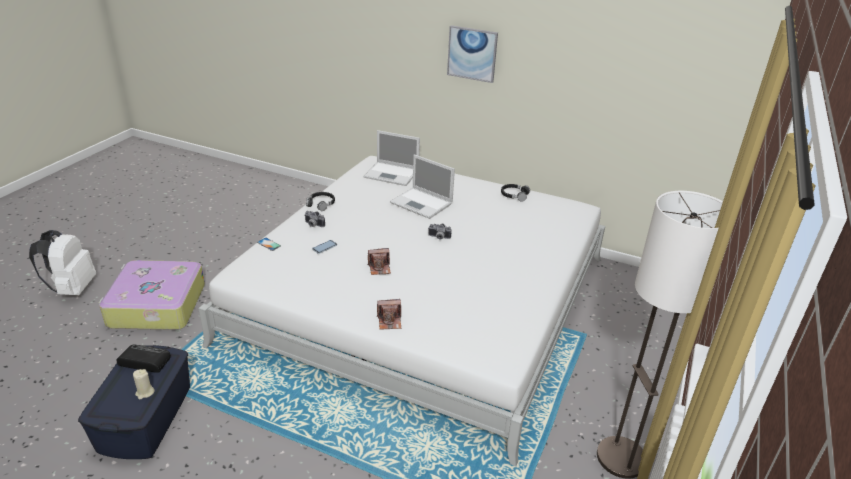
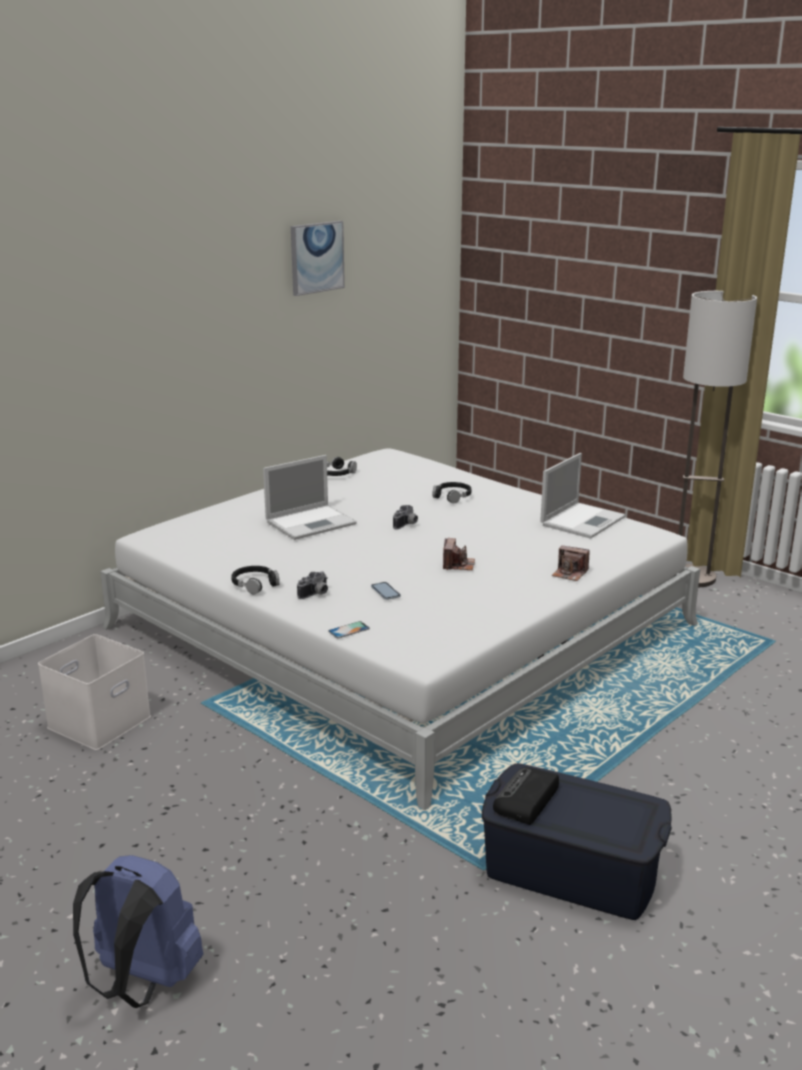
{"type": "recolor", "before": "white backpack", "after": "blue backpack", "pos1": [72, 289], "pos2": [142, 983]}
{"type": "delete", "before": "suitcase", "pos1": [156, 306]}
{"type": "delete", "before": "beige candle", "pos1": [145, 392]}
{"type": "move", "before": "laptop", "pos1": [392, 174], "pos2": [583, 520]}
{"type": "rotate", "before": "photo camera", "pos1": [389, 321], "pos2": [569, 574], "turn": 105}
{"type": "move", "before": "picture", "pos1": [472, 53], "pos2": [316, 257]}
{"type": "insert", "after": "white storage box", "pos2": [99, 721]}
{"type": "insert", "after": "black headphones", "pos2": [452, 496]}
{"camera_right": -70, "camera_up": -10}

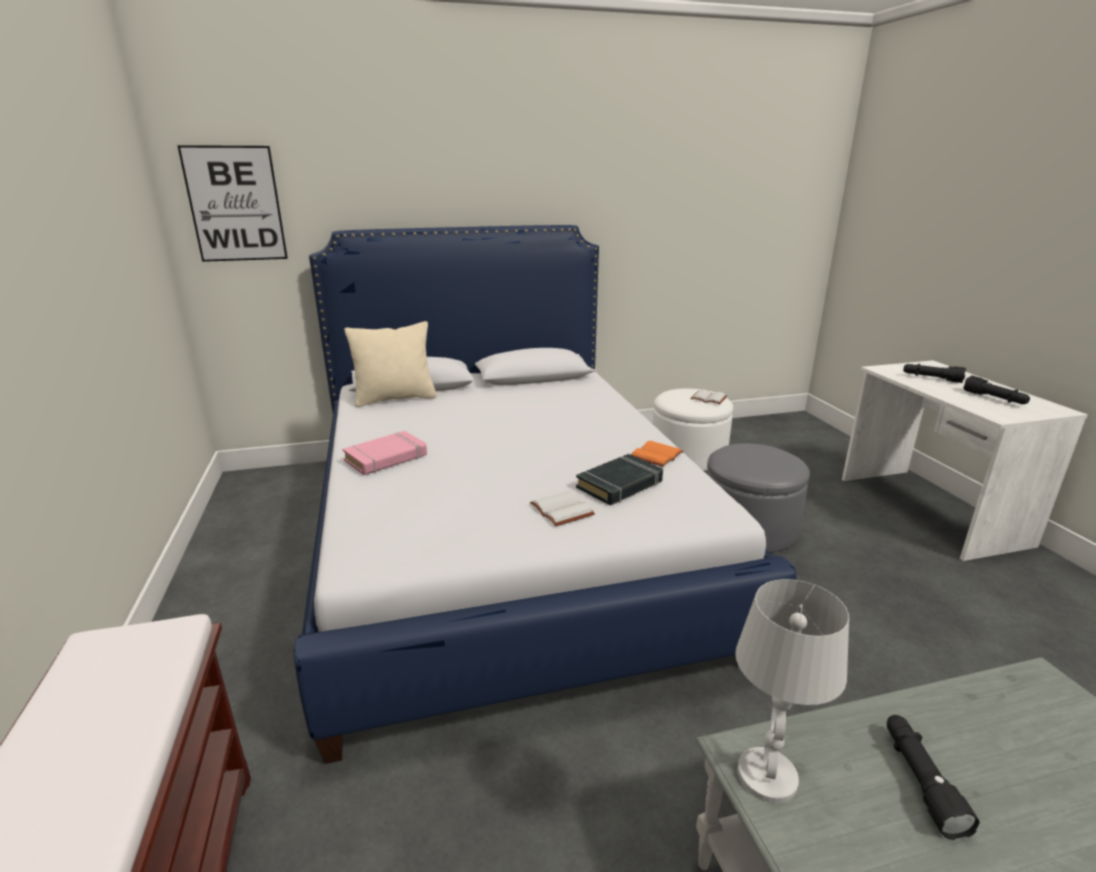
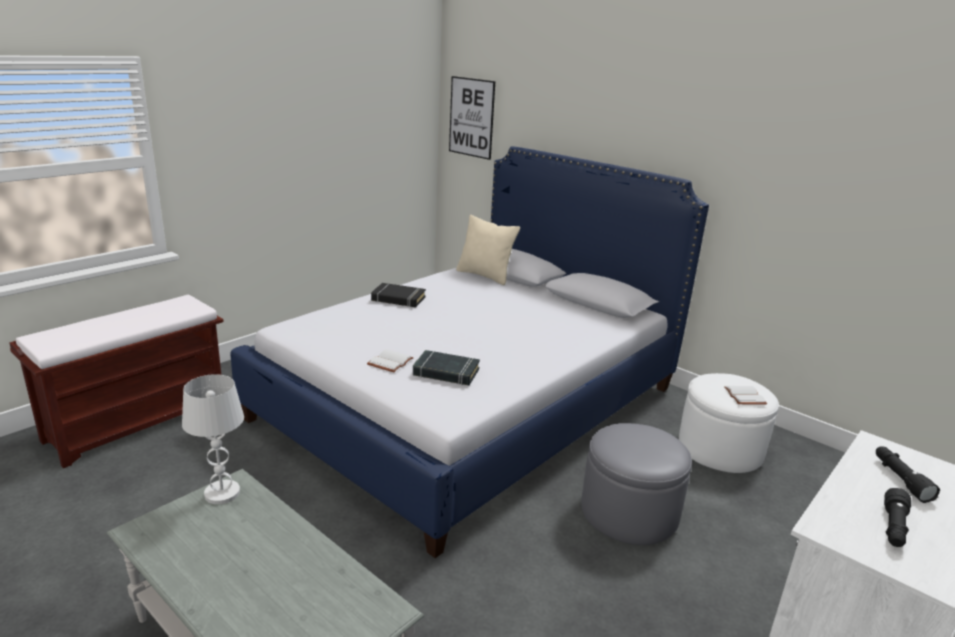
{"type": "recolor", "before": "pink book", "after": "black book", "pos1": [386, 458], "pos2": [398, 299]}
{"type": "delete", "before": "orange book", "pos1": [655, 455]}
{"type": "delete", "before": "black flashlight", "pos1": [920, 781]}
{"camera_right": 55, "camera_up": 0}

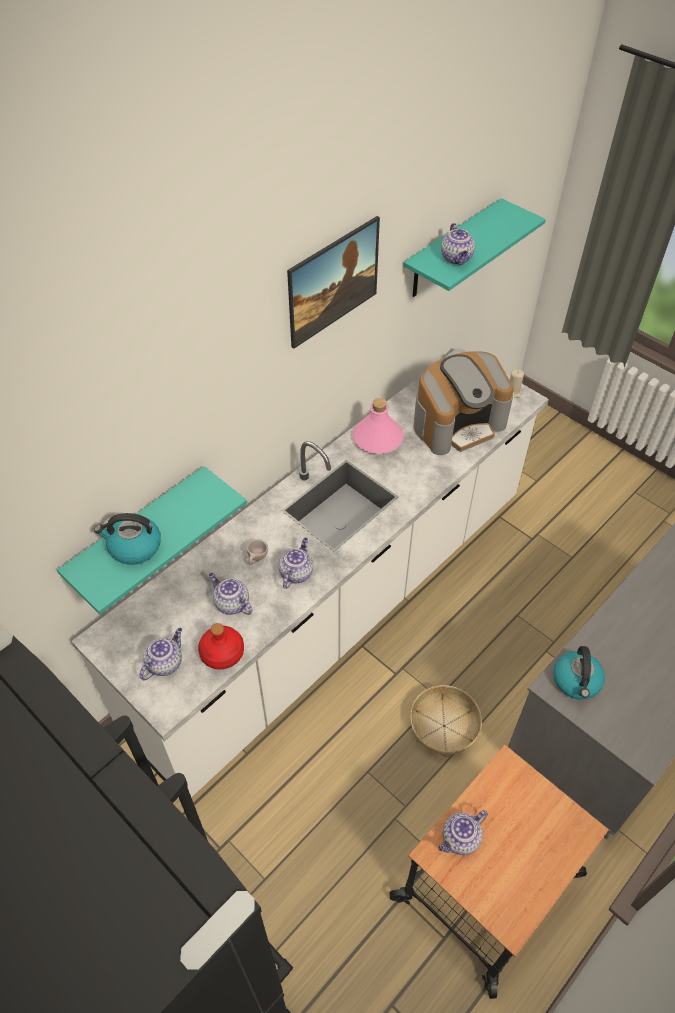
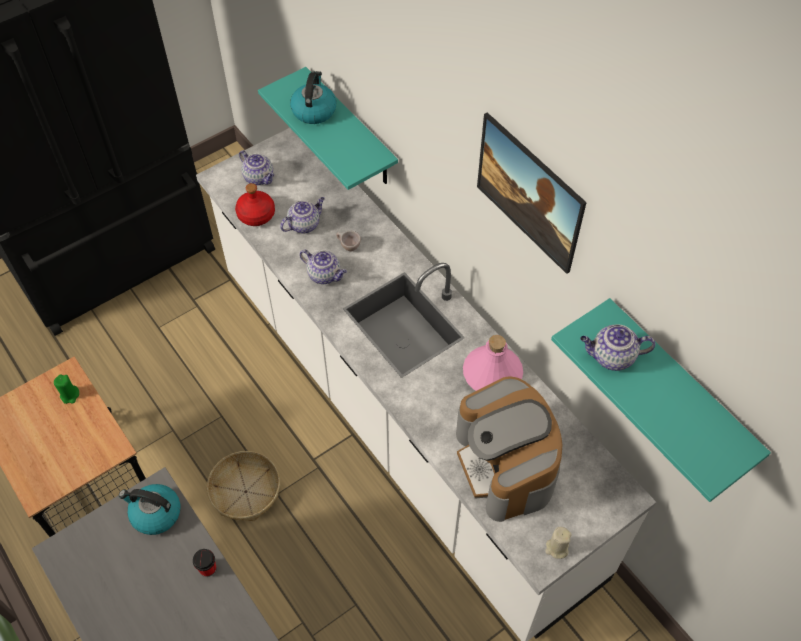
{"type": "replace", "before": "teapot", "after": "green candle", "pos1": [460, 839], "pos2": [70, 395]}
{"type": "insert", "after": "cup", "pos2": [208, 569]}
{"camera_right": 100, "camera_up": 5}

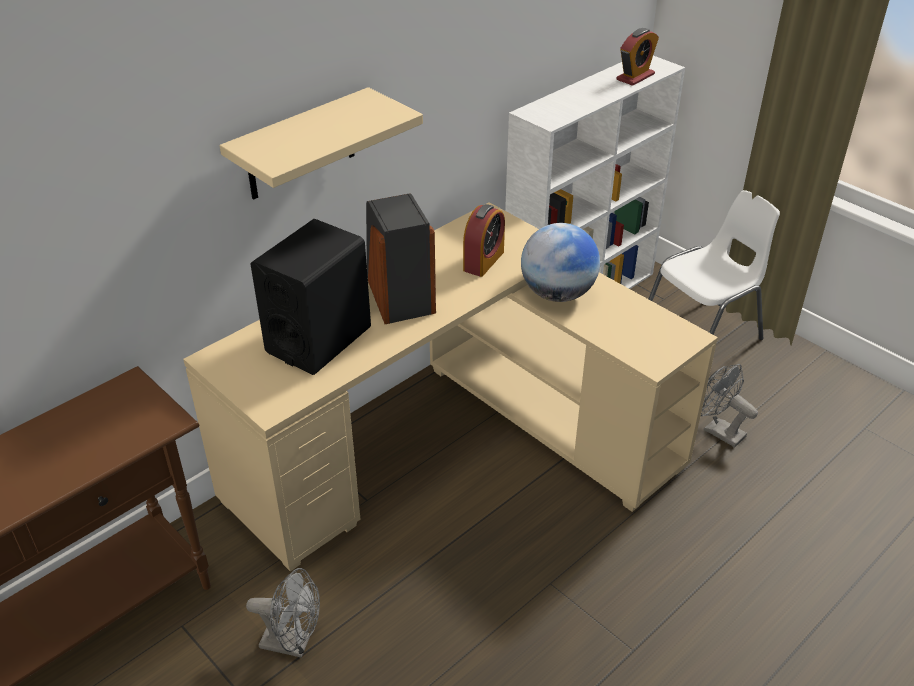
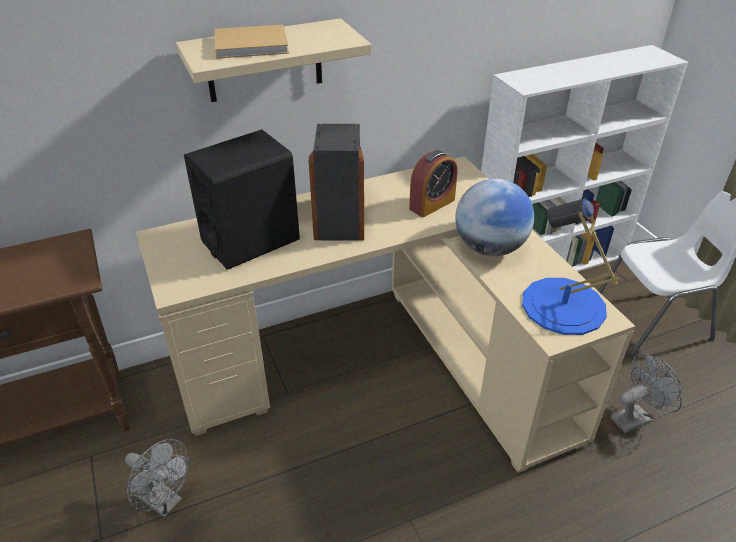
{"type": "delete", "before": "alarm clock", "pos1": [635, 77]}
{"type": "rotate", "before": "grey fan", "pos1": [718, 431], "pos2": [635, 417], "turn": 90}
{"type": "insert", "after": "beige book", "pos2": [254, 45]}
{"type": "insert", "after": "blue table lamp", "pos2": [563, 306]}
{"camera_right": 20, "camera_up": 0}

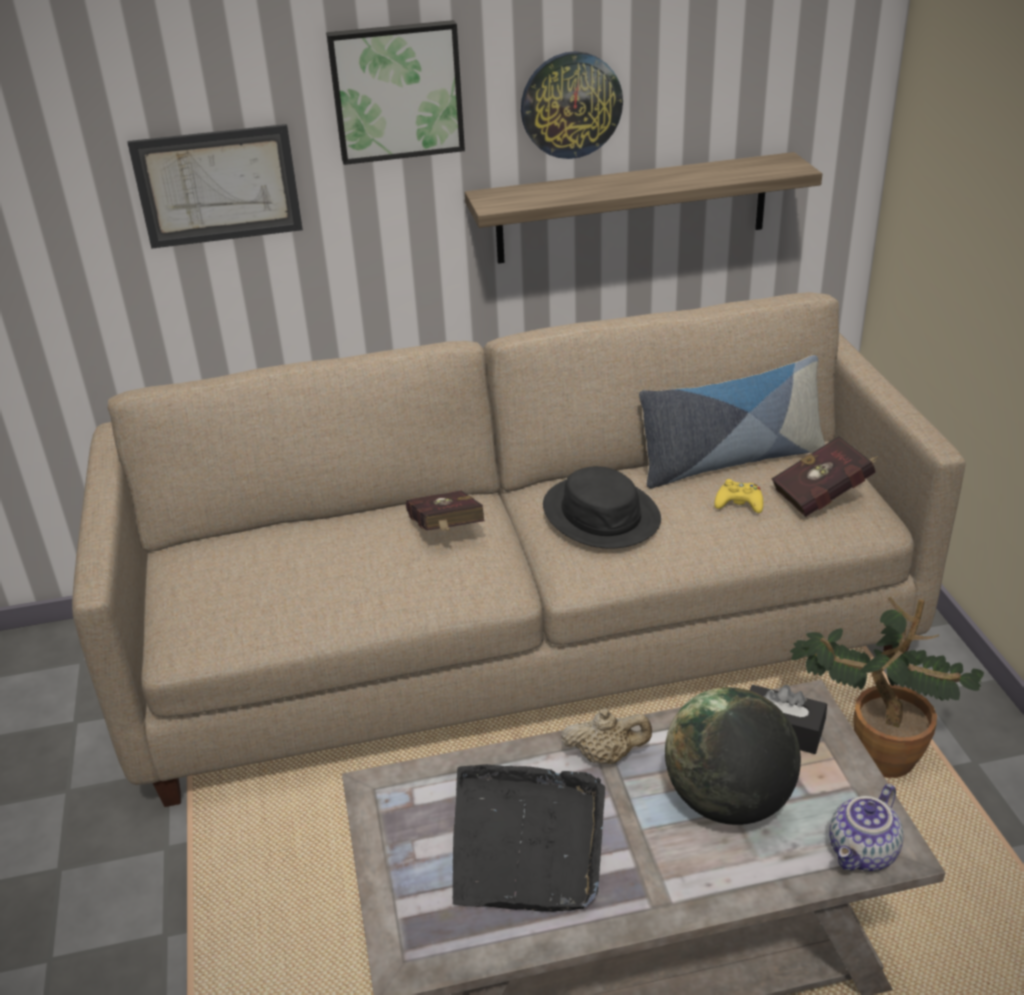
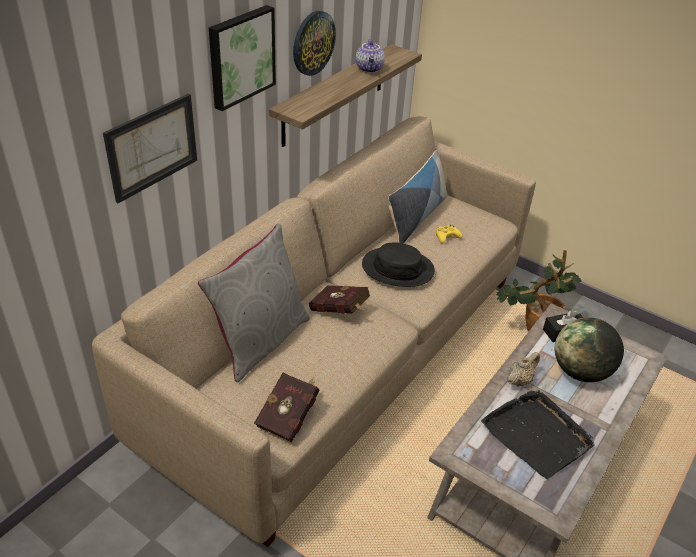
{"type": "move", "before": "red book", "pos1": [824, 495], "pos2": [289, 416]}
{"type": "move", "before": "teapot", "pos1": [863, 853], "pos2": [370, 69]}
{"type": "insert", "after": "grey pillow", "pos2": [260, 341]}
{"camera_right": -45, "camera_up": 5}

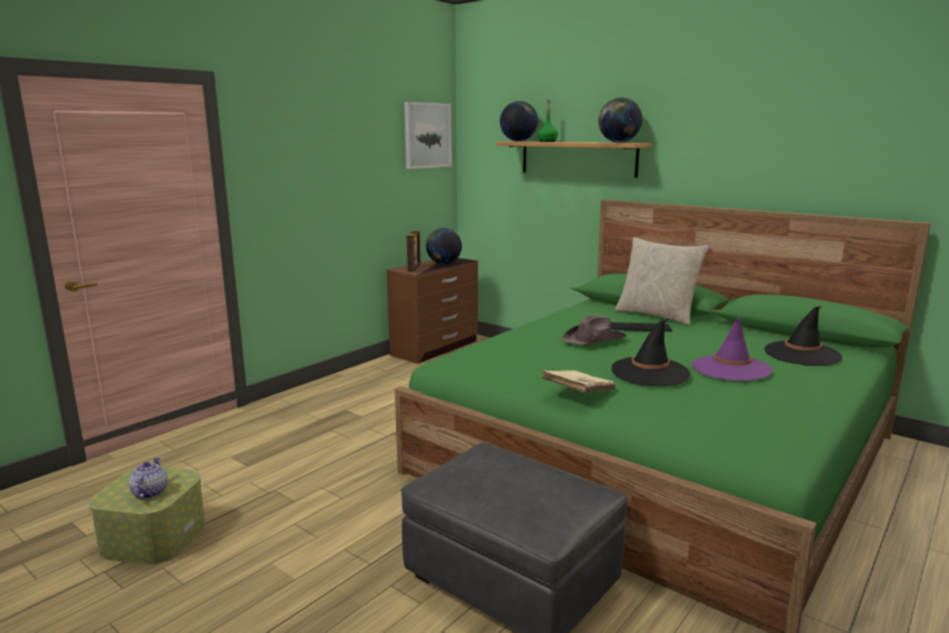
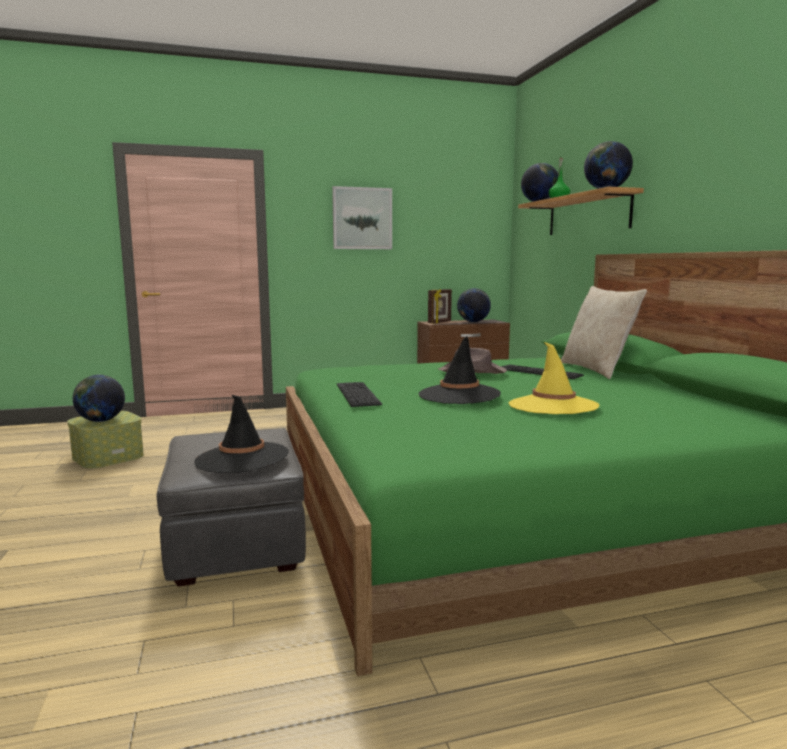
{"type": "replace", "before": "teapot", "after": "globe", "pos1": [149, 492], "pos2": [101, 421]}
{"type": "move", "before": "picture", "pos1": [427, 135], "pos2": [362, 218]}
{"type": "replace", "before": "beige book", "after": "keyboard", "pos1": [578, 392], "pos2": [357, 394]}
{"type": "recolor", "before": "purple hat", "after": "yellow hat", "pos1": [731, 368], "pos2": [552, 406]}
{"type": "move", "before": "black hat", "pos1": [802, 354], "pos2": [242, 458]}
{"camera_right": 35, "camera_up": -5}

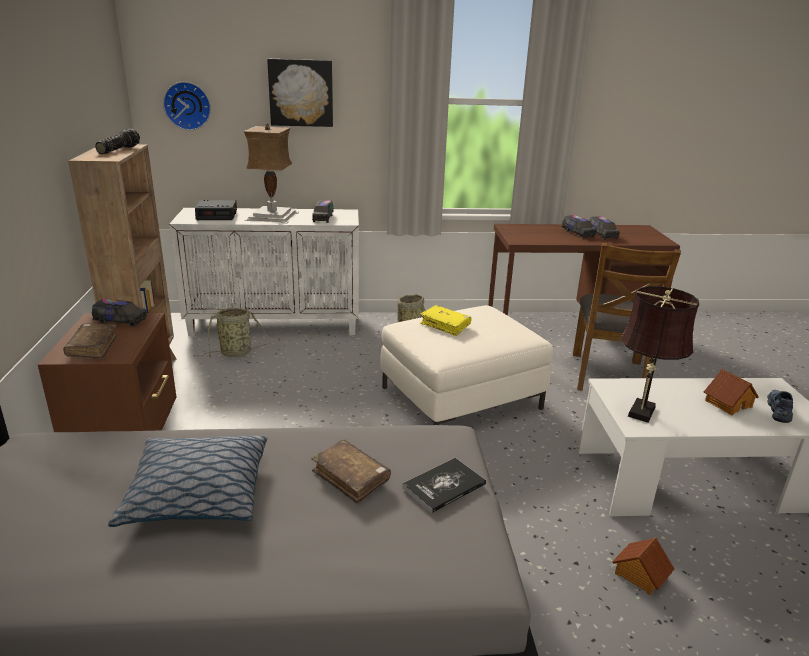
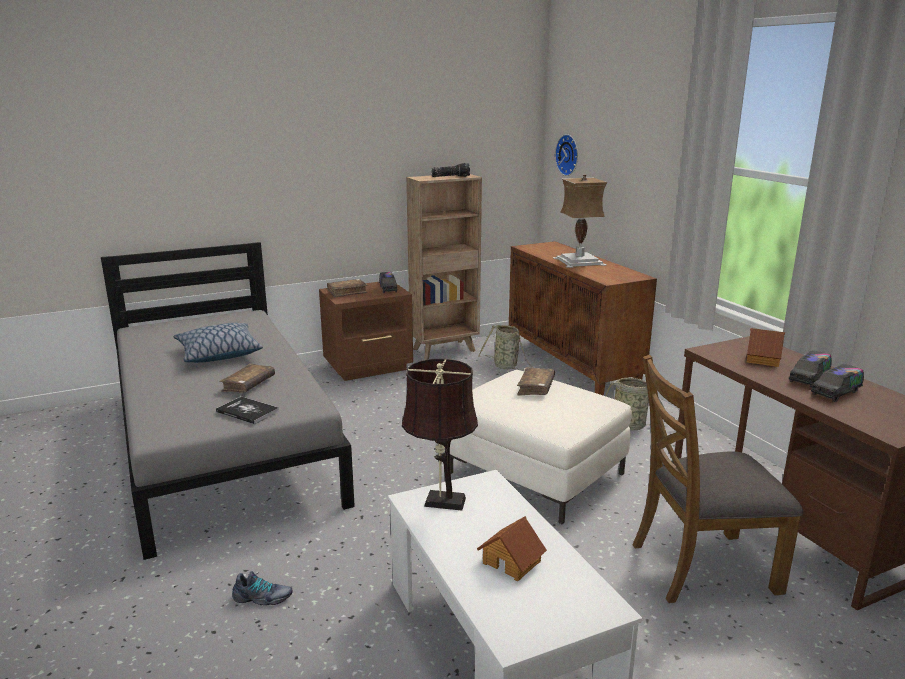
{"type": "recolor", "before": "white cabinet", "after": "brown cabinet", "pos1": [276, 324], "pos2": [572, 366]}
{"type": "delete", "before": "alarm clock", "pos1": [217, 215]}
{"type": "delete", "before": "picture", "pos1": [301, 93]}
{"type": "delete", "before": "toy truck", "pos1": [323, 218]}
{"type": "recolor", "before": "yellow book", "after": "brown book", "pos1": [445, 325], "pos2": [536, 388]}
{"type": "move", "before": "toy house", "pos1": [639, 575], "pos2": [762, 359]}
{"type": "move", "before": "shoe", "pos1": [779, 410], "pos2": [262, 598]}
{"camera_right": 70, "camera_up": -5}

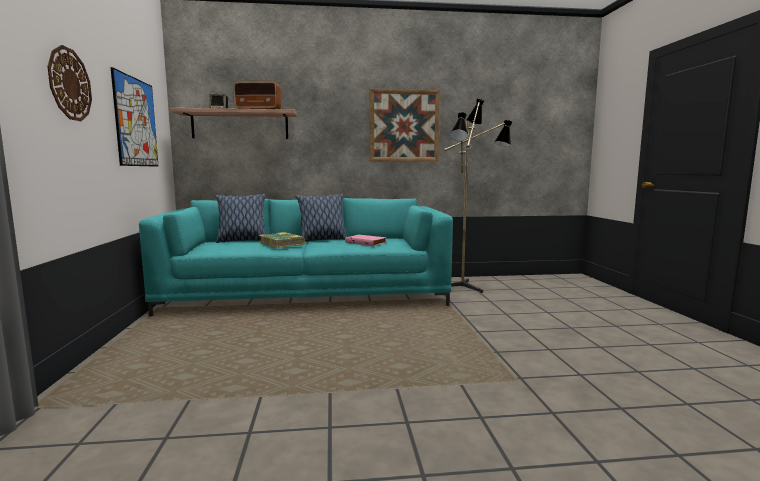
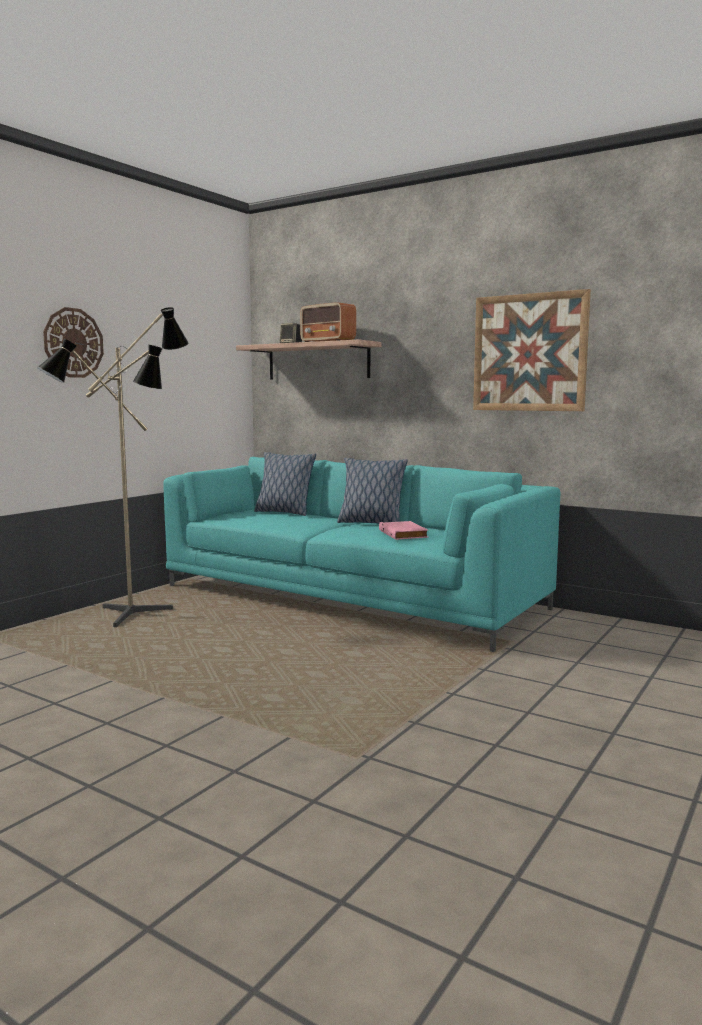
{"type": "delete", "before": "picture", "pos1": [136, 122]}
{"type": "delete", "before": "book", "pos1": [282, 244]}
{"type": "move", "before": "floor lamp", "pos1": [468, 287], "pos2": [133, 617]}
{"camera_right": 40, "camera_up": 0}

